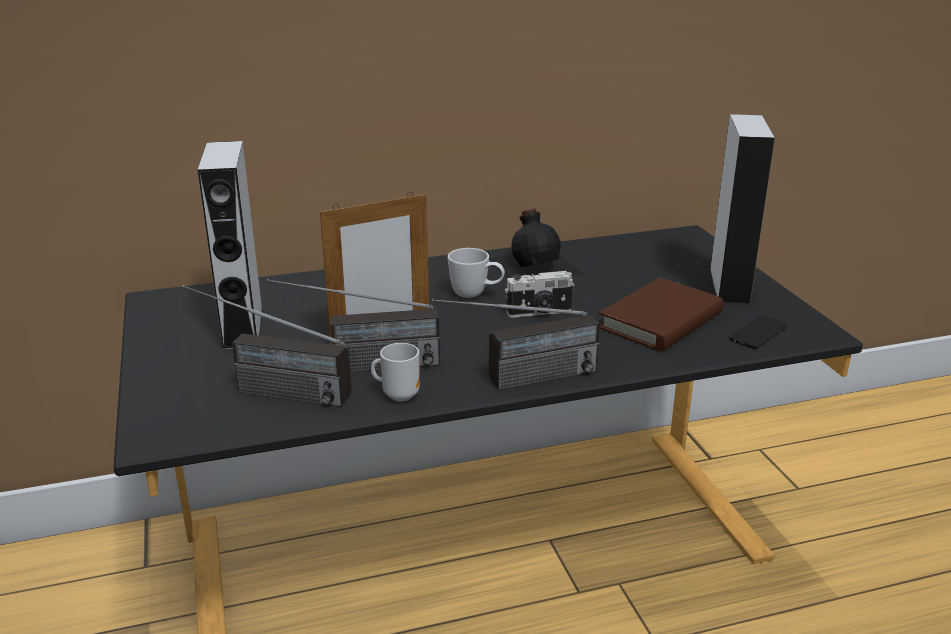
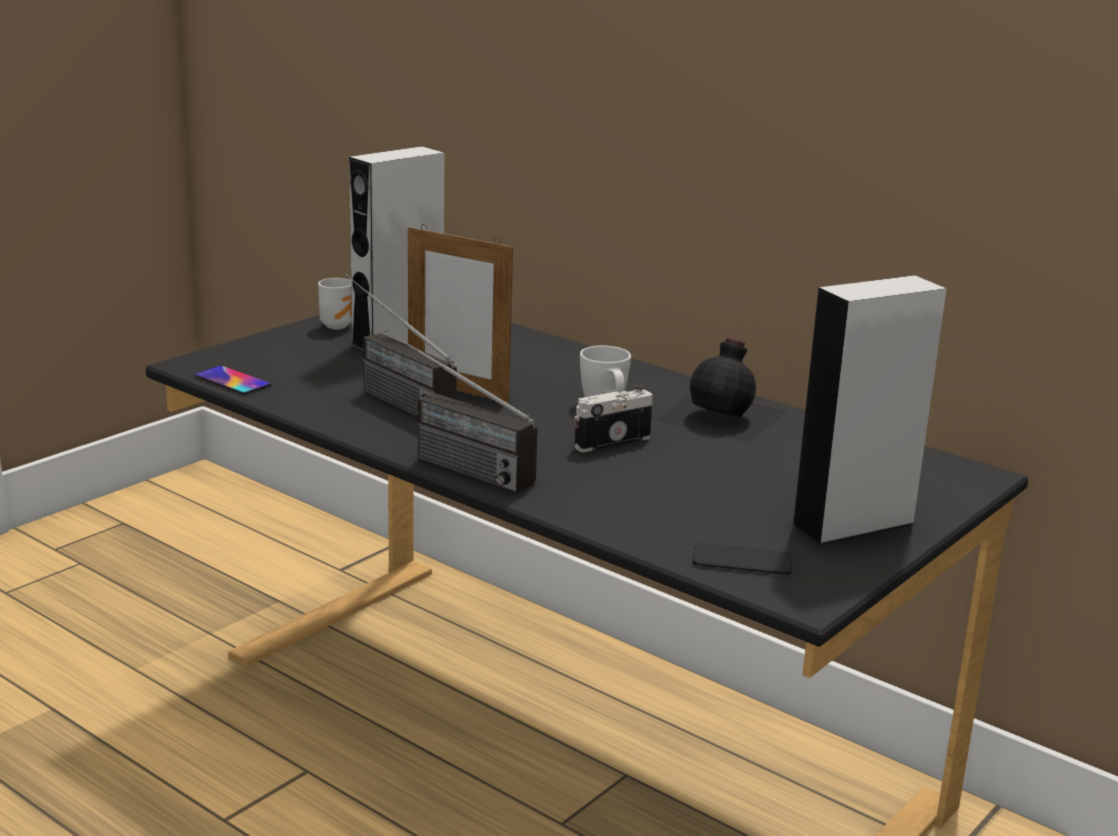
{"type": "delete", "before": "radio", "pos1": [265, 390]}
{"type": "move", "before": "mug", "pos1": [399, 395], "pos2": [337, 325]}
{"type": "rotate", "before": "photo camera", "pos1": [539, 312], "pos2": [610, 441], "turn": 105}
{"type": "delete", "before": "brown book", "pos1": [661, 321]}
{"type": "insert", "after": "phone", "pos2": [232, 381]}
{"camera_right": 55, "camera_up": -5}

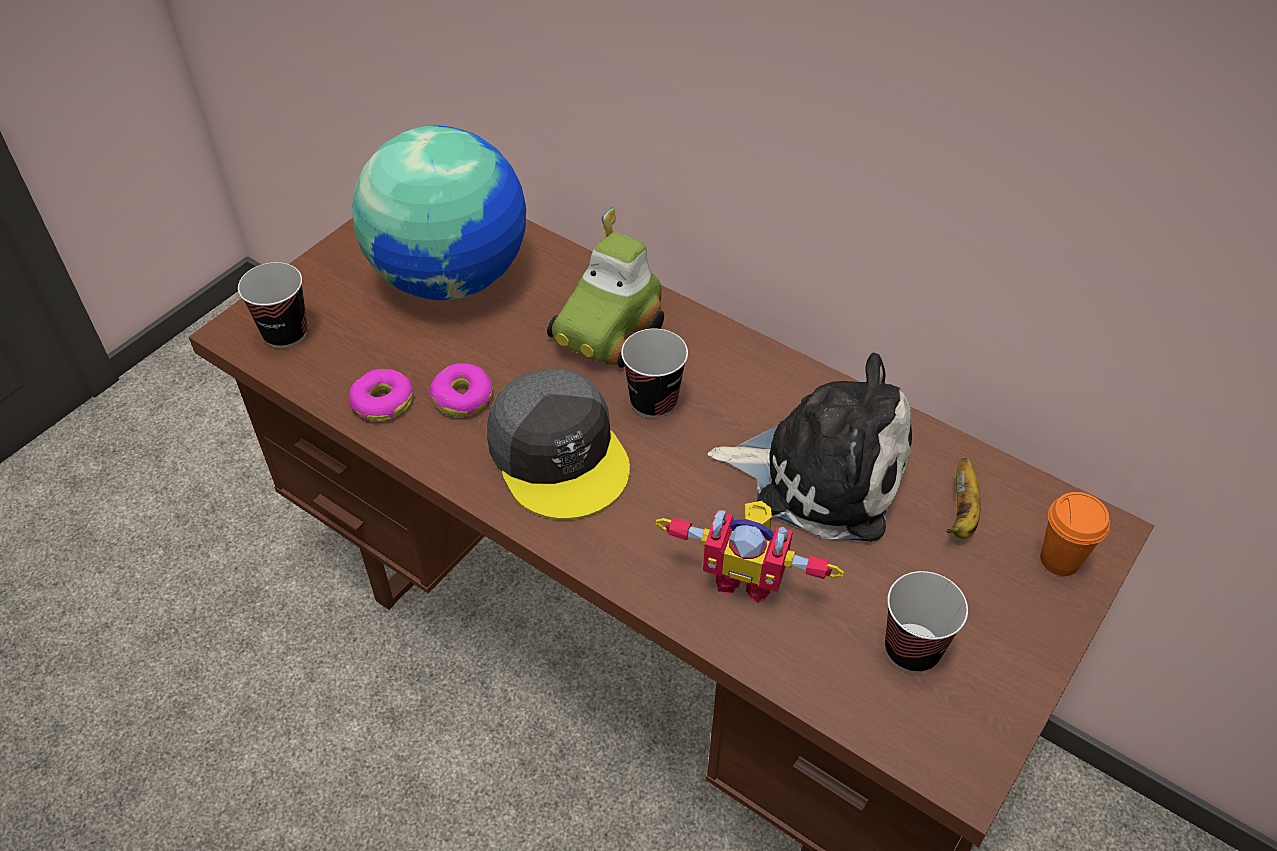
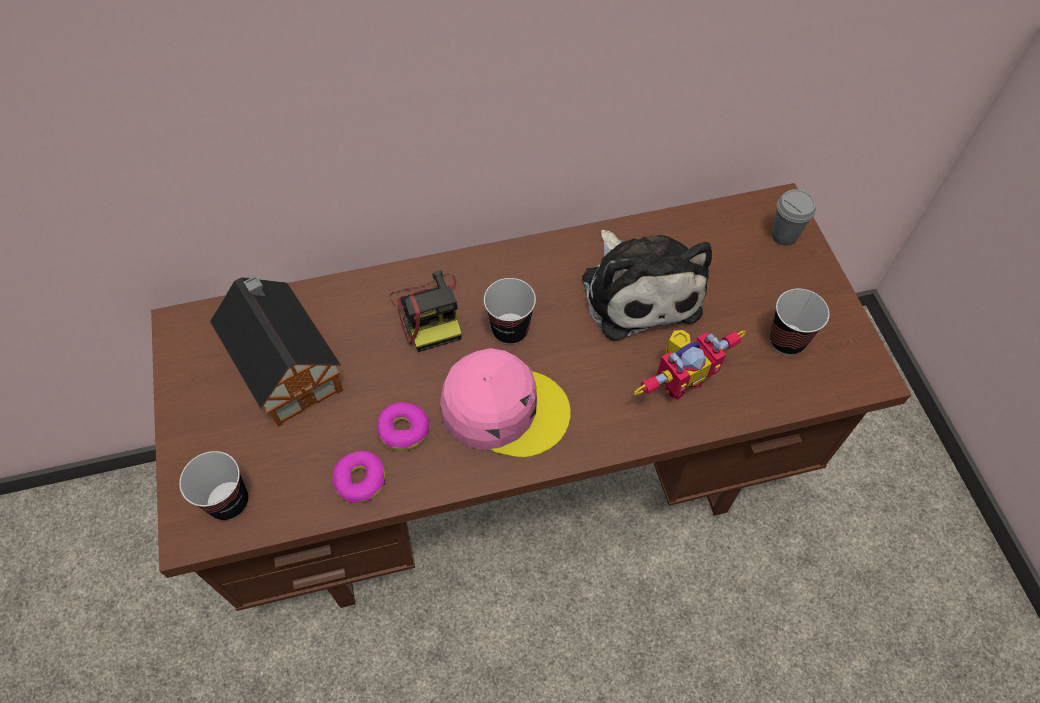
{"type": "replace", "before": "globe", "after": "toy house", "pos1": [451, 277], "pos2": [285, 364]}
{"type": "recolor", "before": "grey cap", "after": "pink cap", "pos1": [559, 454], "pos2": [503, 408]}
{"type": "replace", "before": "toy car", "after": "photo camera", "pos1": [608, 332], "pos2": [429, 312]}
{"type": "rotate", "before": "plush toy", "pos1": [821, 472], "pos2": [639, 290], "turn": 105}
{"type": "delete", "before": "banana", "pos1": [962, 513]}
{"type": "recolor", "before": "orange cup", "after": "grey cup", "pos1": [1059, 560], "pos2": [784, 236]}
{"camera_right": -50, "camera_up": 10}

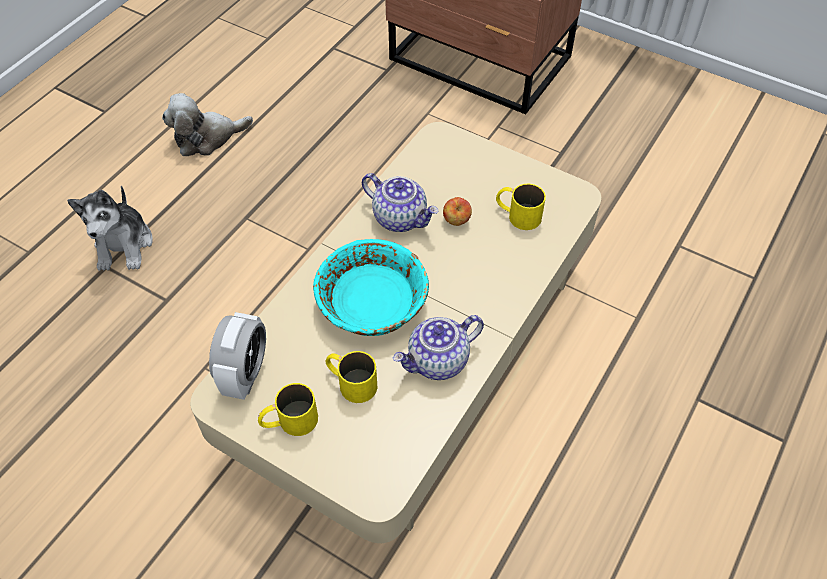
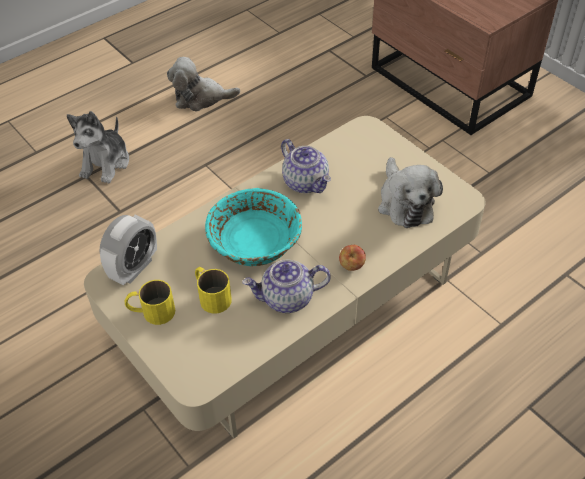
{"type": "move", "before": "apple", "pos1": [456, 221], "pos2": [351, 266]}
{"type": "replace", "before": "yellow mug", "after": "plush toy", "pos1": [517, 214], "pos2": [404, 202]}
{"camera_right": 20, "camera_up": -5}

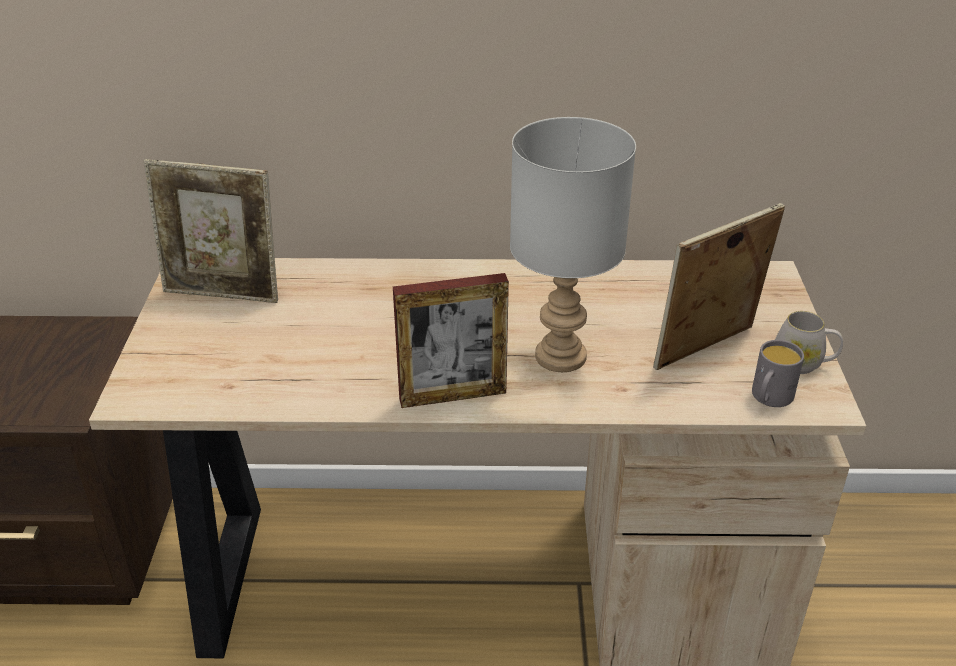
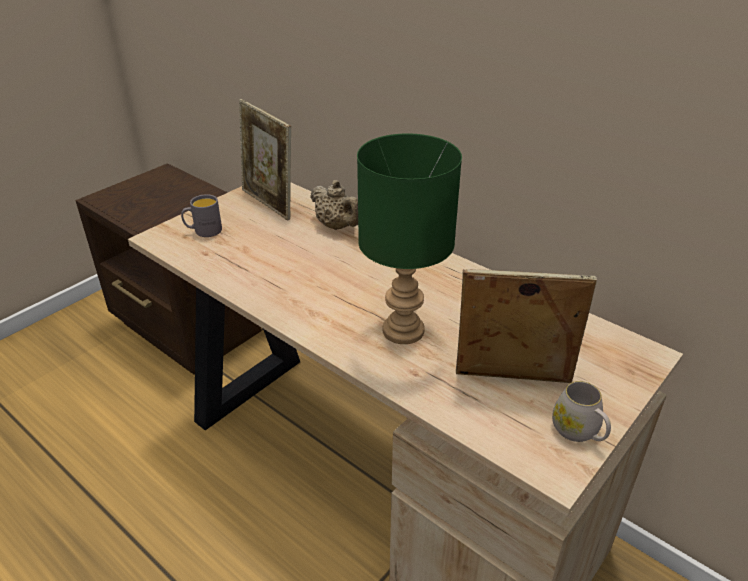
{"type": "delete", "before": "picture frame", "pos1": [452, 396]}
{"type": "recolor", "before": "grey table lamp", "after": "green table lamp", "pos1": [562, 355], "pos2": [405, 330]}
{"type": "move", "before": "grey mug", "pos1": [769, 399], "pos2": [203, 231]}
{"type": "insert", "after": "beige teapot", "pos2": [337, 226]}
{"camera_right": 40, "camera_up": 0}

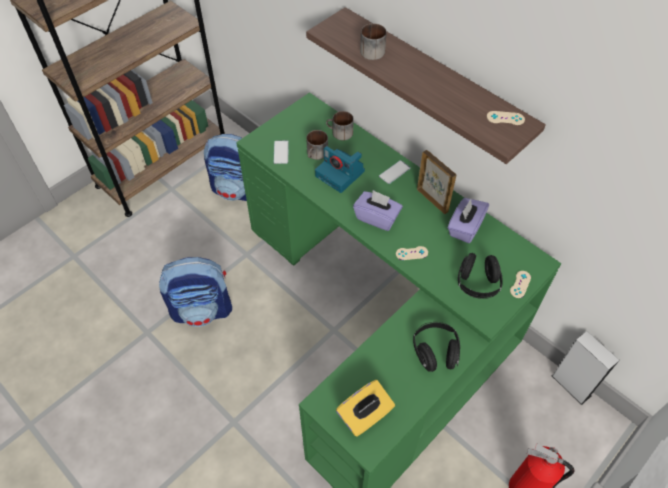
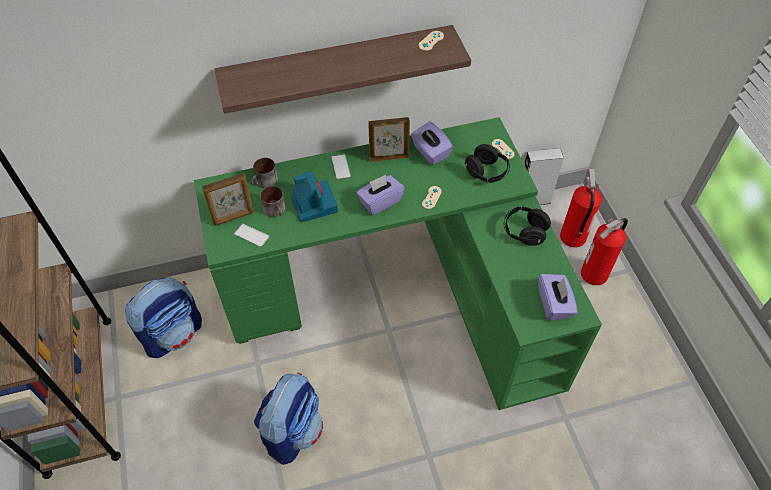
{"type": "rotate", "before": "photo camera", "pos1": [341, 174], "pos2": [313, 203], "turn": -90}
{"type": "recolor", "before": "yellow tissue box", "after": "purple tissue box", "pos1": [365, 416], "pos2": [554, 304]}
{"type": "delete", "before": "mug", "pos1": [370, 50]}
{"type": "insert", "after": "picture frame", "pos2": [233, 217]}
{"type": "insert", "after": "fire extinguisher", "pos2": [572, 237]}
{"camera_right": -60, "camera_up": 0}

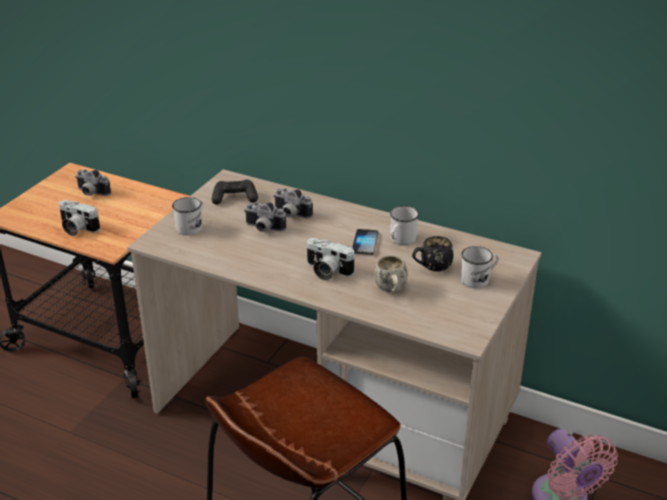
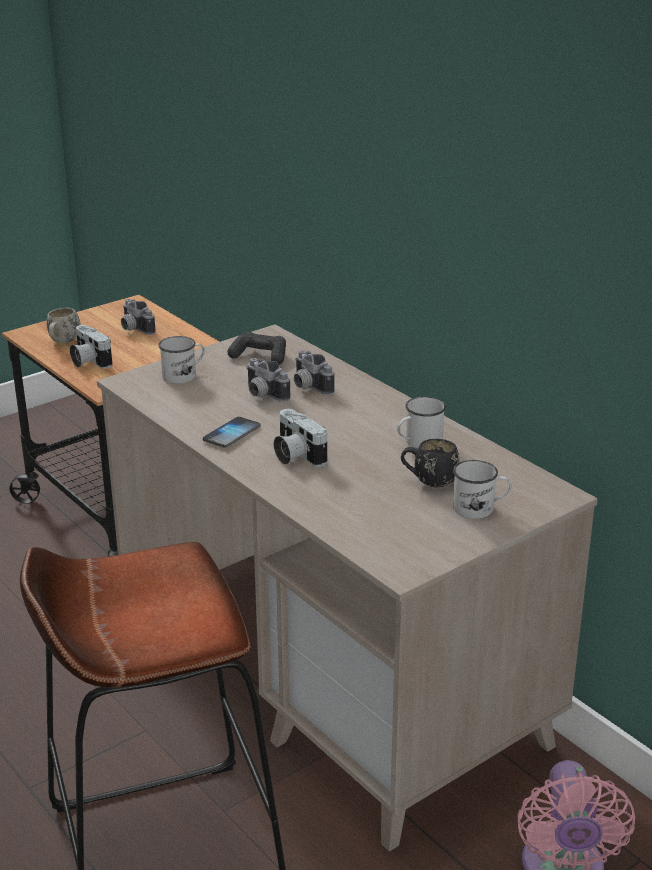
{"type": "move", "before": "phone", "pos1": [365, 243], "pos2": [232, 434]}
{"type": "move", "before": "white mug", "pos1": [391, 291], "pos2": [63, 343]}
{"camera_right": 25, "camera_up": -5}

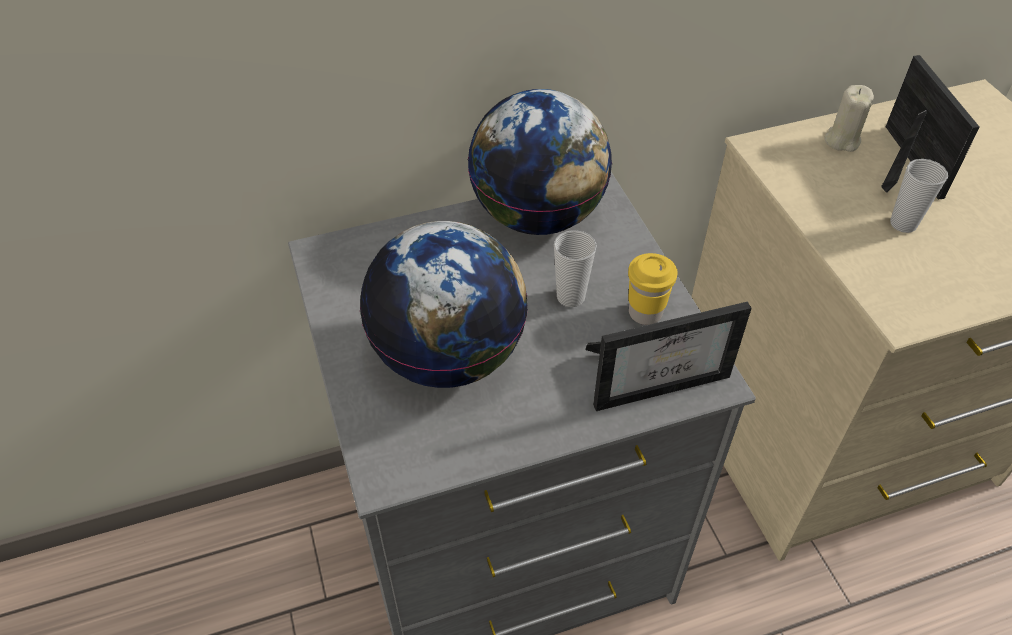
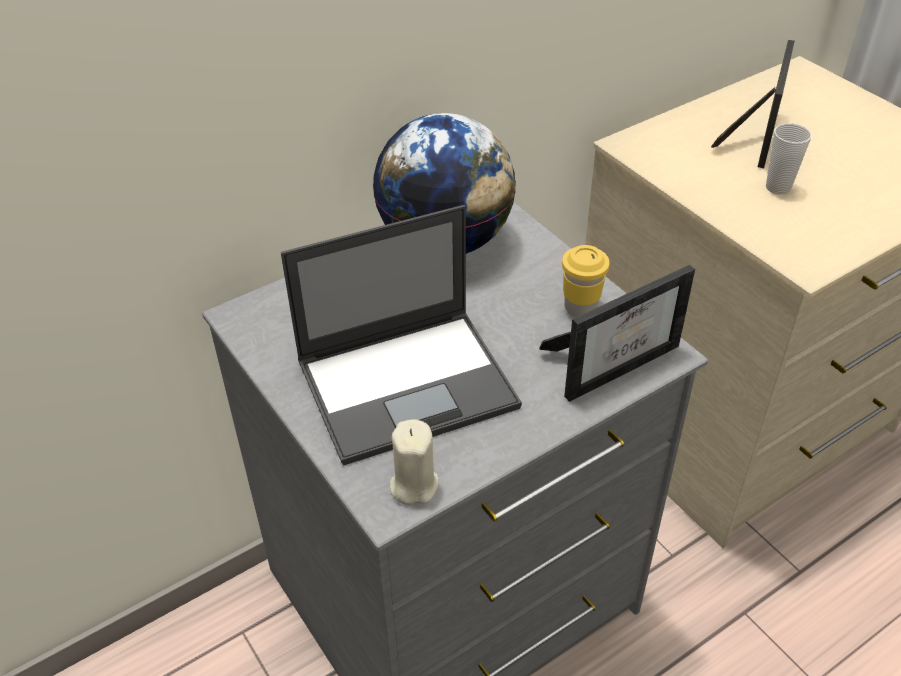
{"type": "replace", "before": "globe", "after": "laptop", "pos1": [449, 356], "pos2": [409, 383]}
{"type": "delete", "before": "cup", "pos1": [570, 297]}
{"type": "move", "before": "beige candle", "pos1": [841, 140], "pos2": [413, 485]}
{"type": "rotate", "before": "picture frame", "pos1": [901, 161], "pos2": [756, 135], "turn": 45}
{"camera_right": -15, "camera_up": -5}

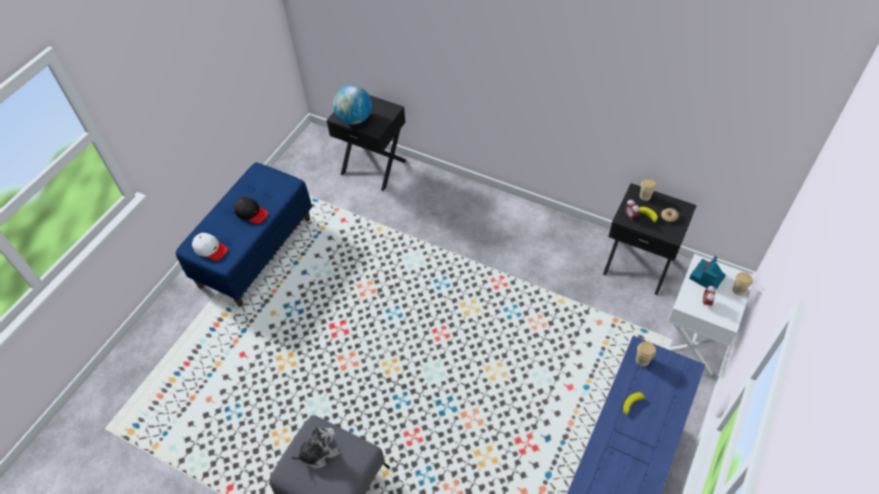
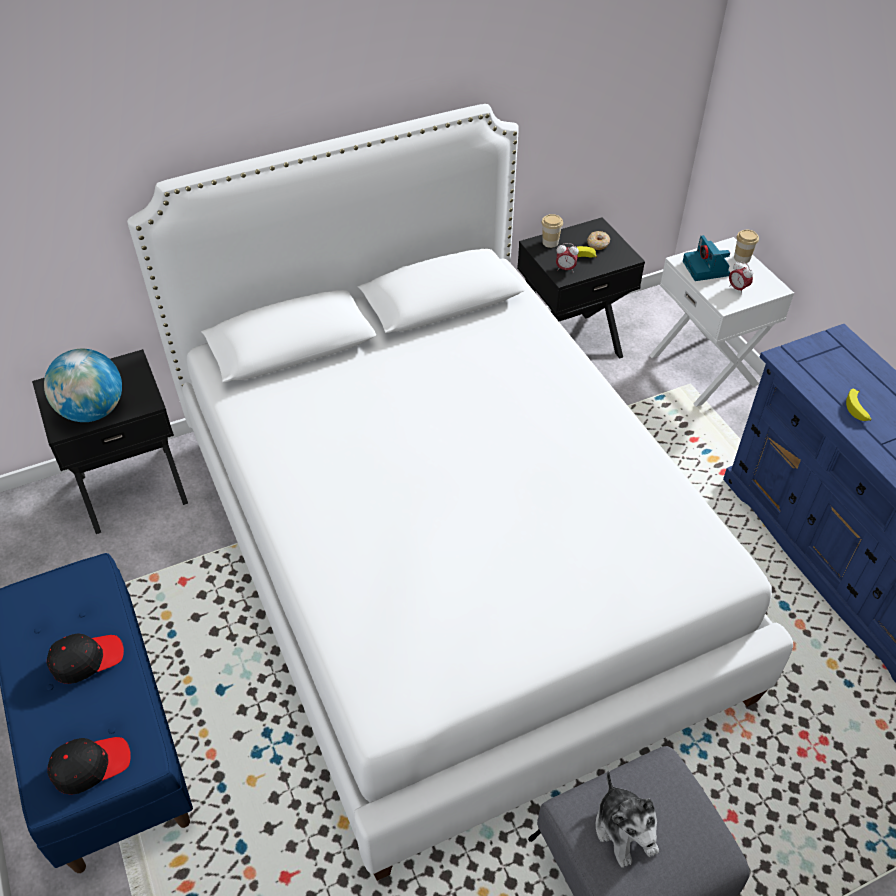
{"type": "recolor", "before": "white cap", "after": "black cap", "pos1": [210, 249], "pos2": [91, 765]}
{"type": "rotate", "before": "plush toy", "pos1": [318, 452], "pos2": [625, 829], "turn": 150}
{"type": "delete", "before": "cup", "pos1": [642, 360]}
{"type": "insert", "after": "white bed", "pos2": [448, 556]}
{"camera_right": -55, "camera_up": -5}

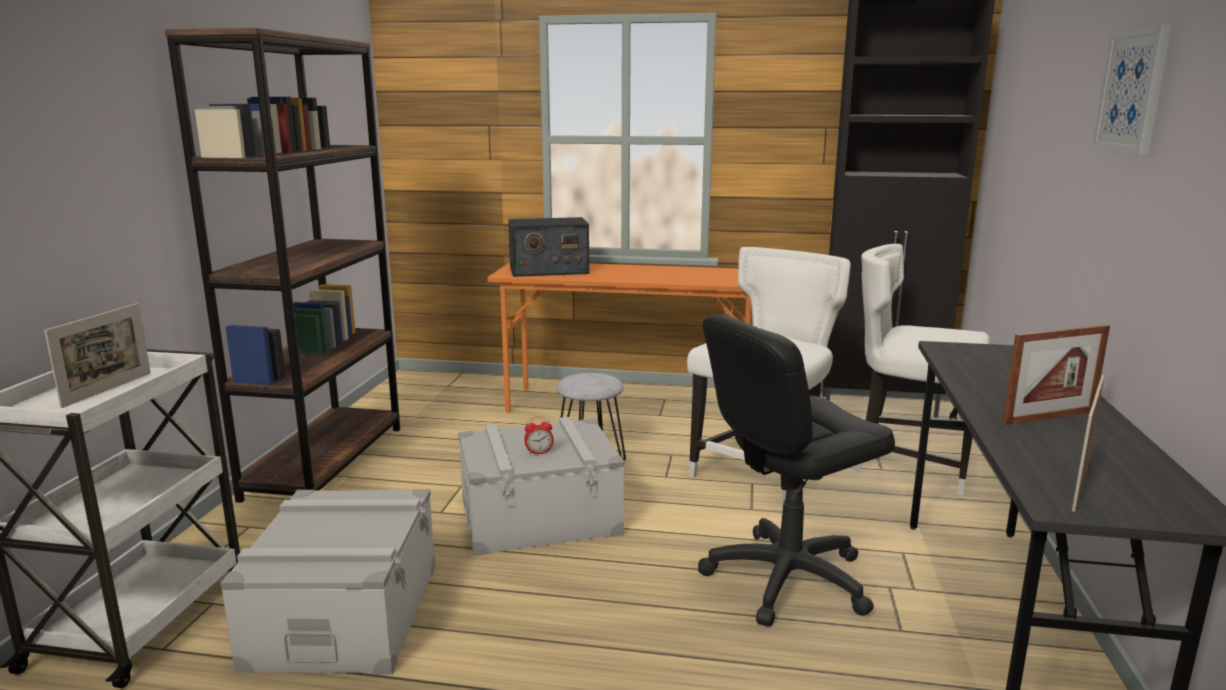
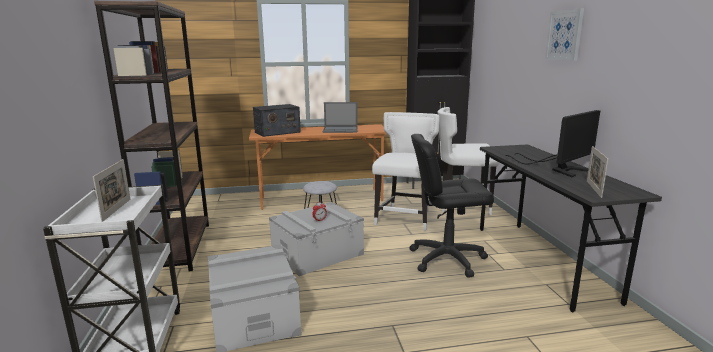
{"type": "rotate", "before": "black office chair", "pos1": [786, 578], "pos2": [447, 259], "turn": 45}
{"type": "replace", "before": "picture frame", "after": "monitor", "pos1": [1049, 417], "pos2": [558, 168]}
{"type": "insert", "after": "laptop", "pos2": [341, 130]}
{"camera_right": -20, "camera_up": 0}

